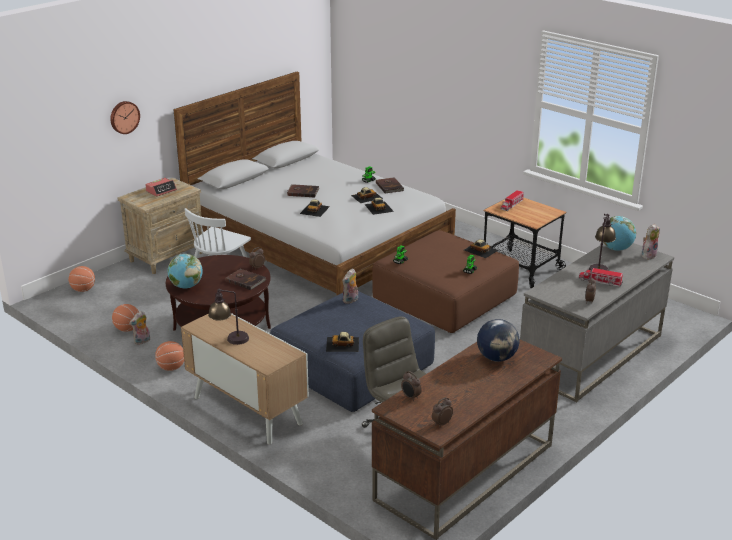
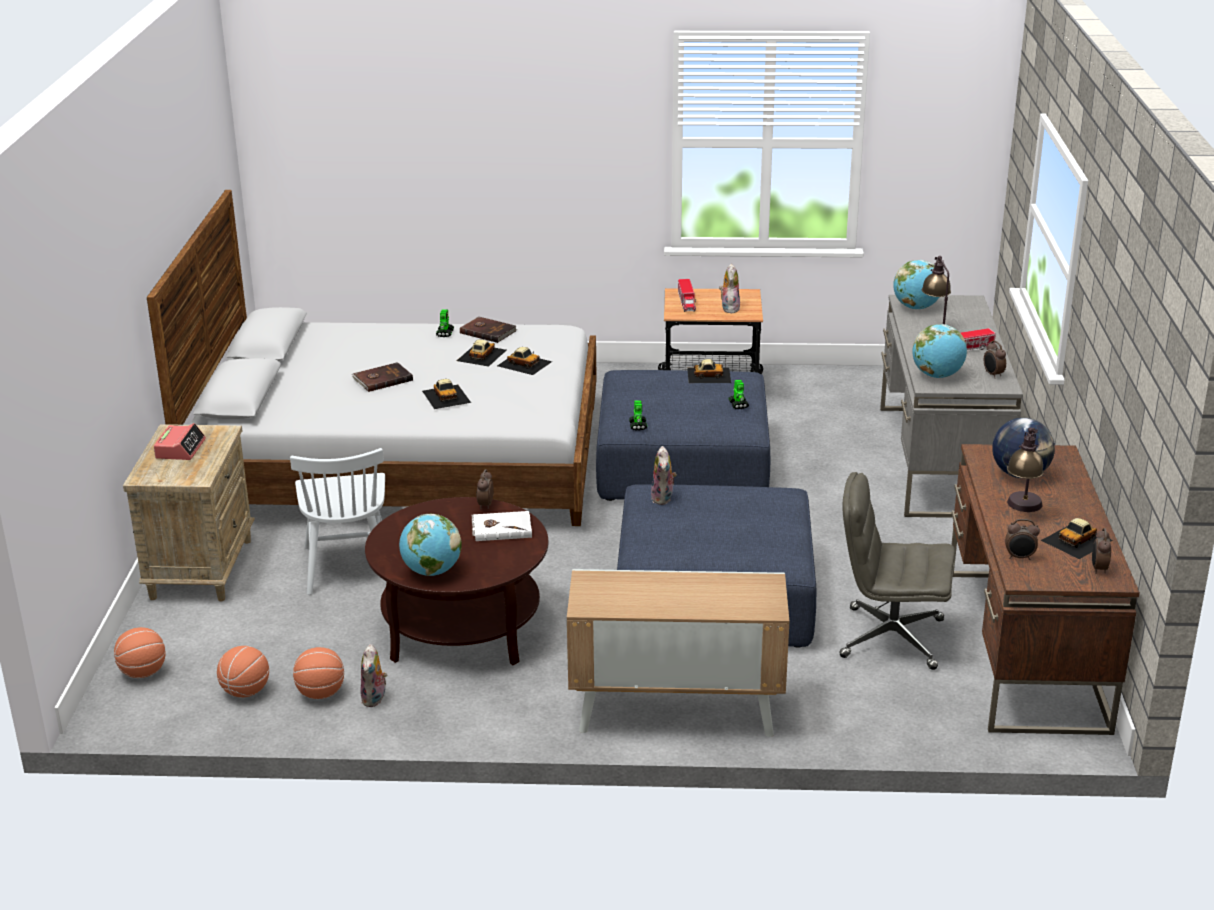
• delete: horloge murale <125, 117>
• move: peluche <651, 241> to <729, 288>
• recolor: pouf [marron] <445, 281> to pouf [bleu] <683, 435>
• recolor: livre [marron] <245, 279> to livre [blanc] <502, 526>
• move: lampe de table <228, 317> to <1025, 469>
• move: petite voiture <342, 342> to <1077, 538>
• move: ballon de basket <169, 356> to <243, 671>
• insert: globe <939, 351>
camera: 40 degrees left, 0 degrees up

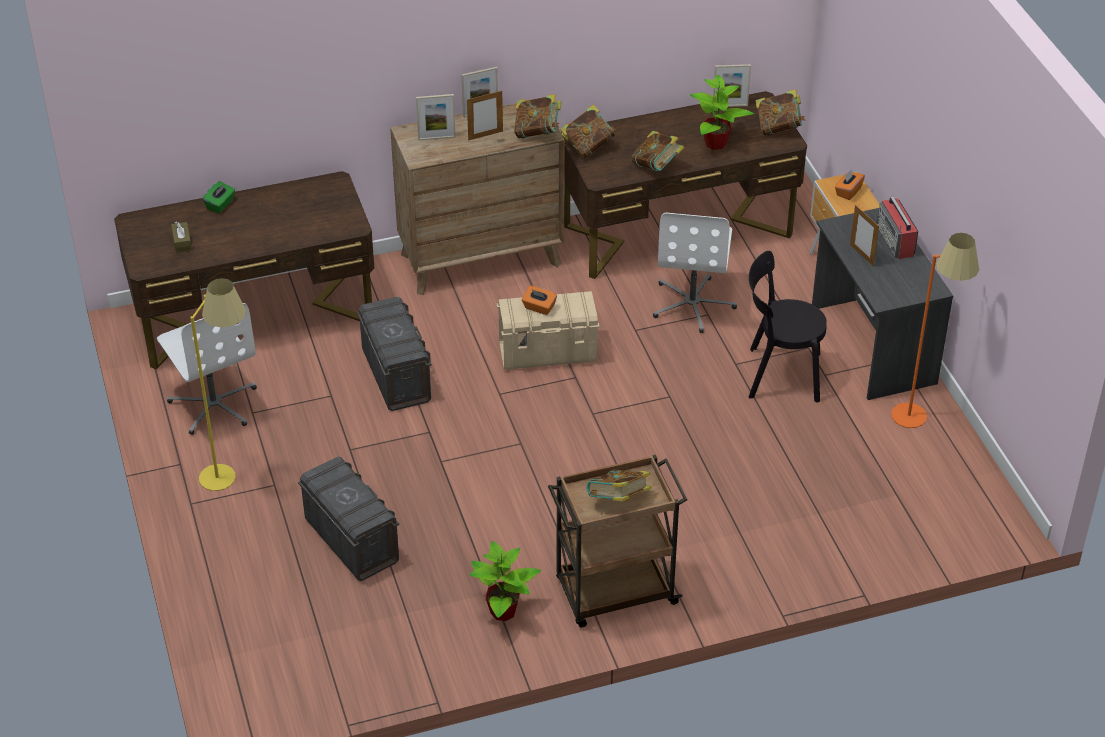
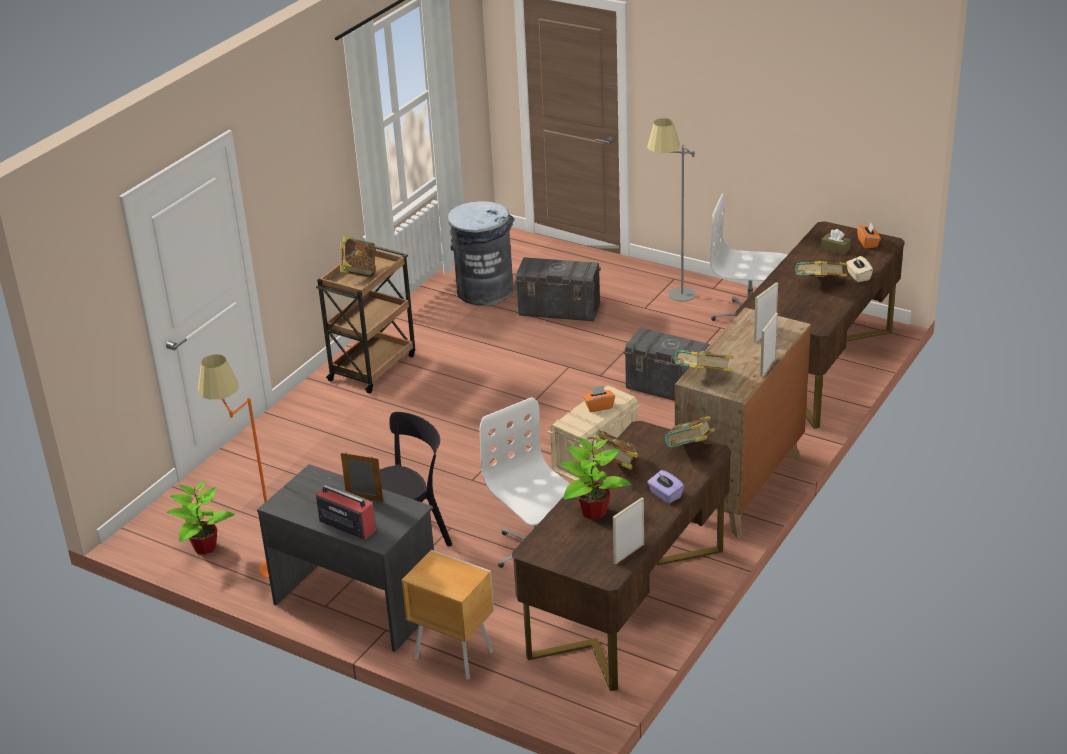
• move: livre <780, 112> to <821, 269>
• delete: cadre photo <485, 115>
• move: boîte à mouchoirs [orange] <850, 184> to <869, 236>
• recolor: boîte à mouchoirs [vert] <219, 197> to boîte à mouchoirs [beige] <859, 269>
• recolor: lampadaire [jaune] <218, 384> to lampadaire [gris] <671, 210>
• move: plante en pot <505, 581> to <201, 517>
• insert: poubelle [gris] <481, 253>
• insert: boîte à mouchoirs [violet] <665, 487>
camera: 140 degrees right, 10 degrees down

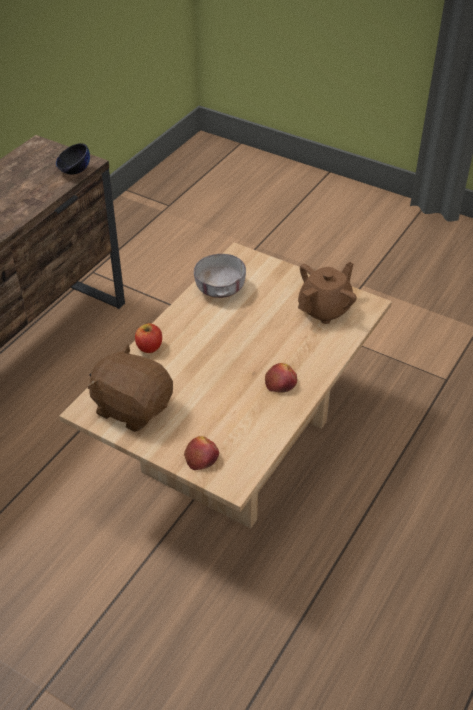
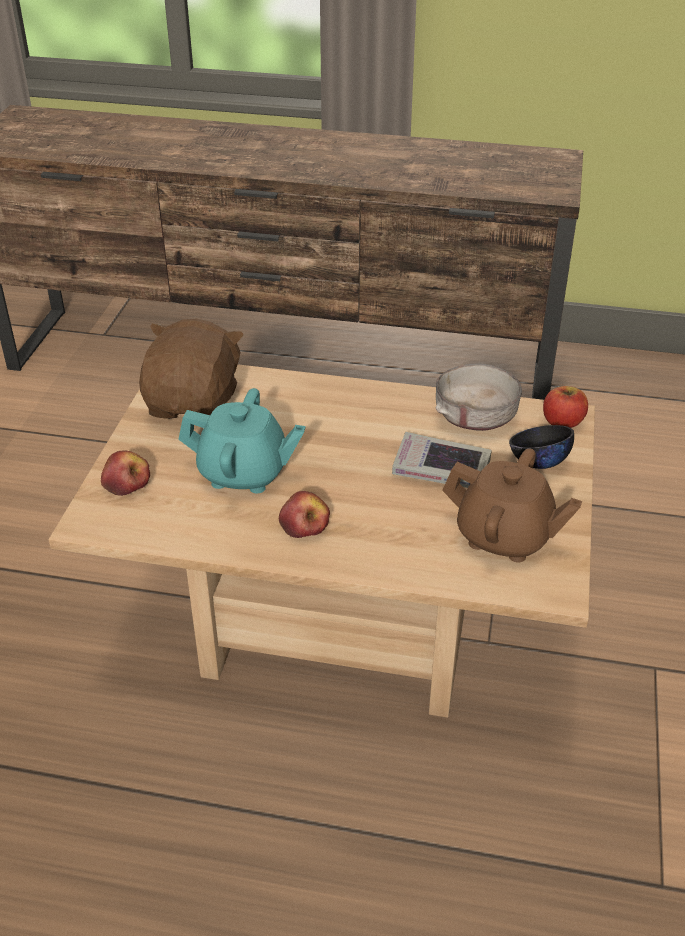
• move: bol [noir] <73, 159> to <541, 447>
• move: pomme <148, 338> to <565, 407>
• insert: théière [turquoise] <242, 440>
• insert: livre <442, 460>
camera: 70 degrees right, 5 degrees down

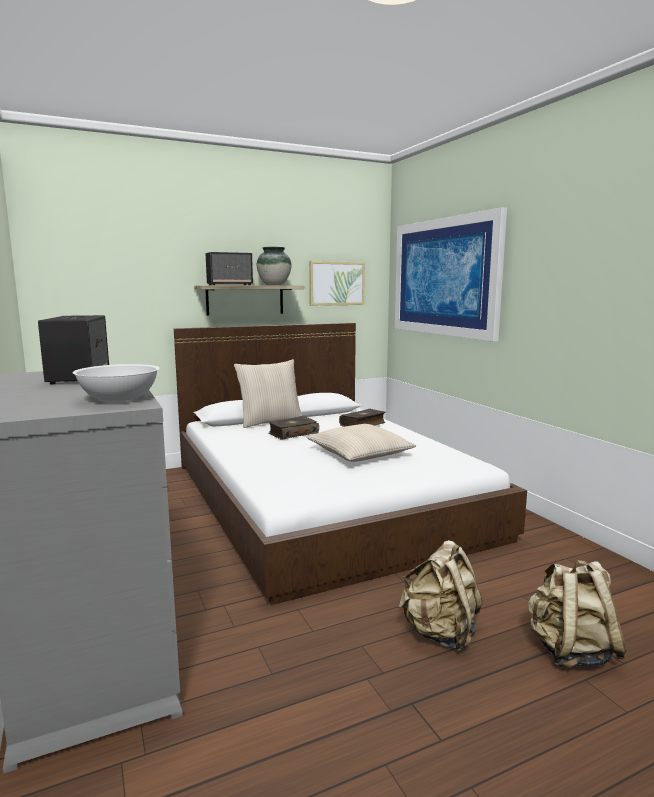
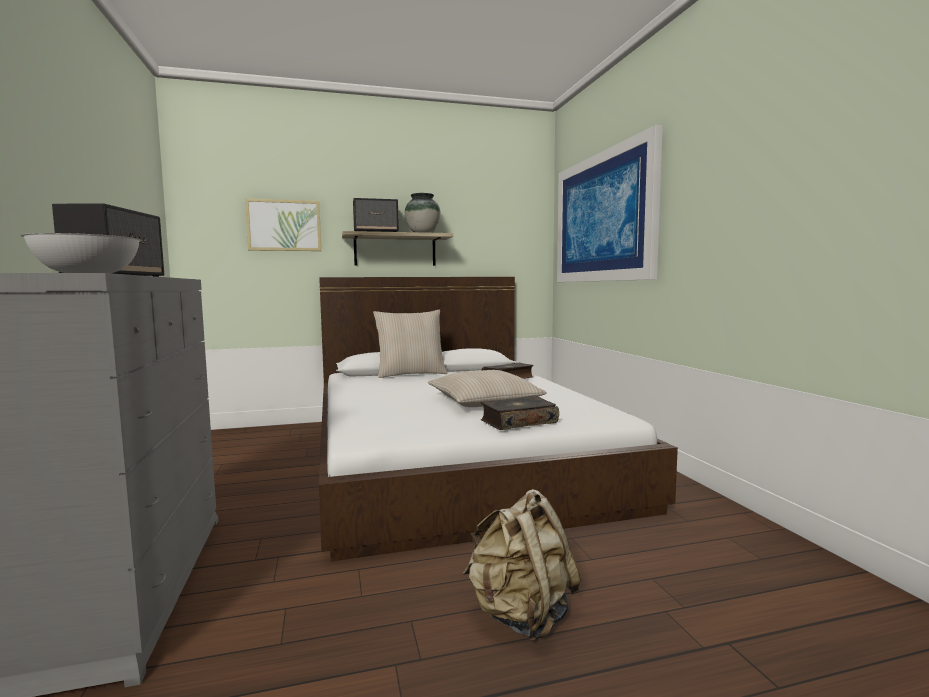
• move: tableau <337, 283> to <283, 224>
• move: livre <294, 428> to <520, 412>
• delete: sac à dos [beige] <577, 614>
camera: 10 degrees right, 5 degrees down

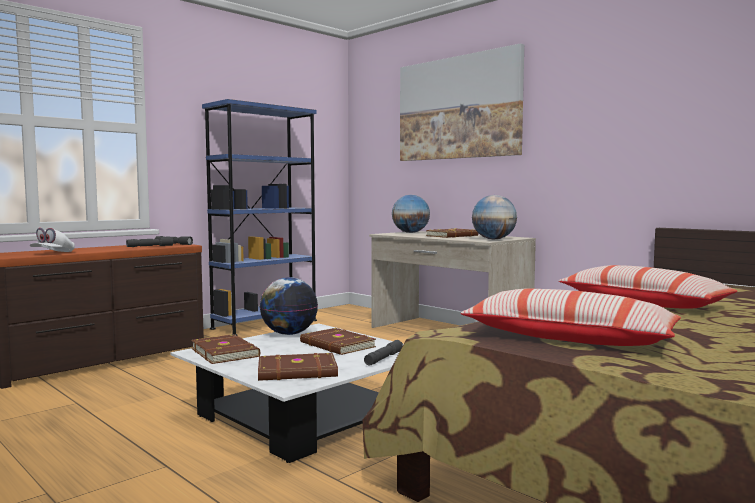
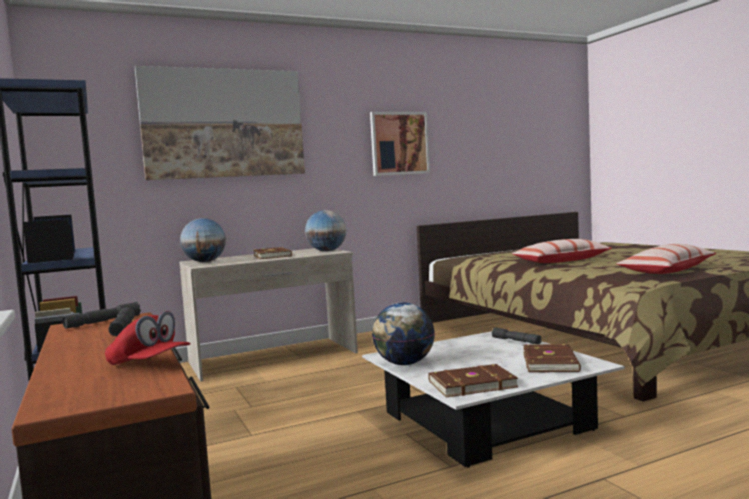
• recolor: casquette [blanc] <52, 240> to casquette [rouge] <148, 338>
• delete: livre [marron] <338, 341>
• insert: tableau <400, 144>
camera: 70 degrees left, 0 degrees up

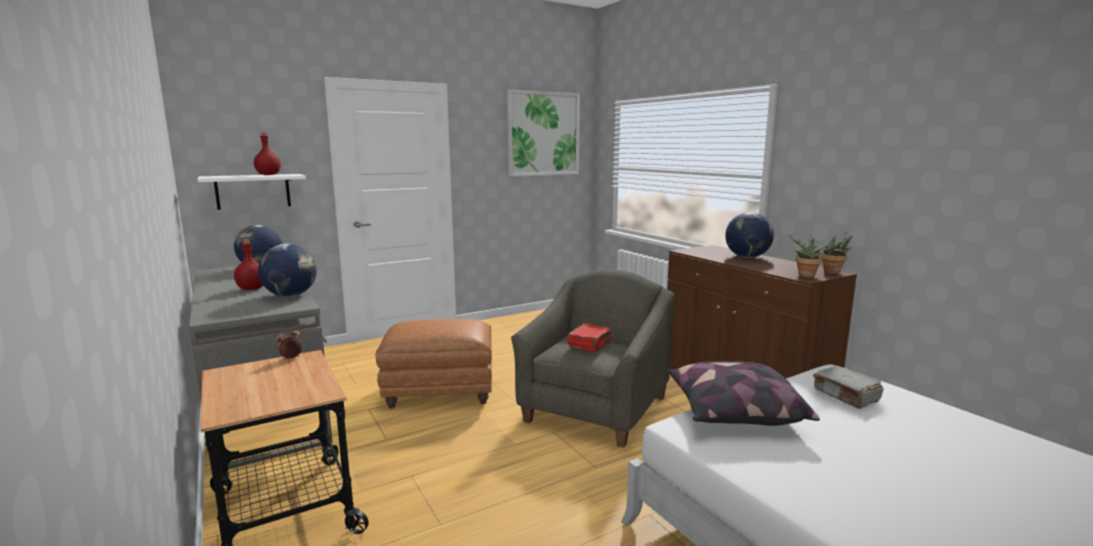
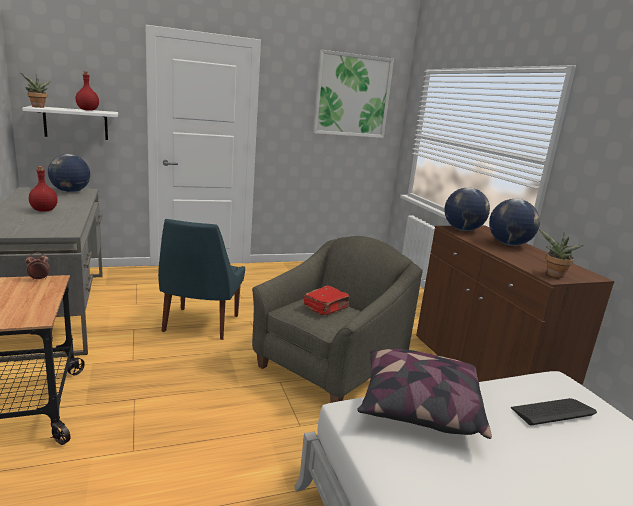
• move: plante en pot <836, 253> to <36, 90>
• move: globe <287, 270> to <467, 209>
• replace: pouf [marron] <433, 364> to chaise [bleu] <201, 279>
• replace: livre [gris] <848, 387> to clavier <554, 412>
camera: 10 degrees right, 5 degrees up

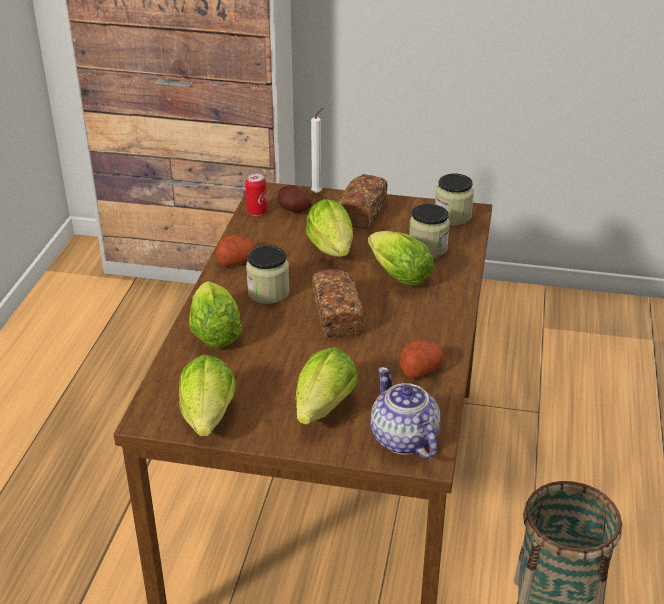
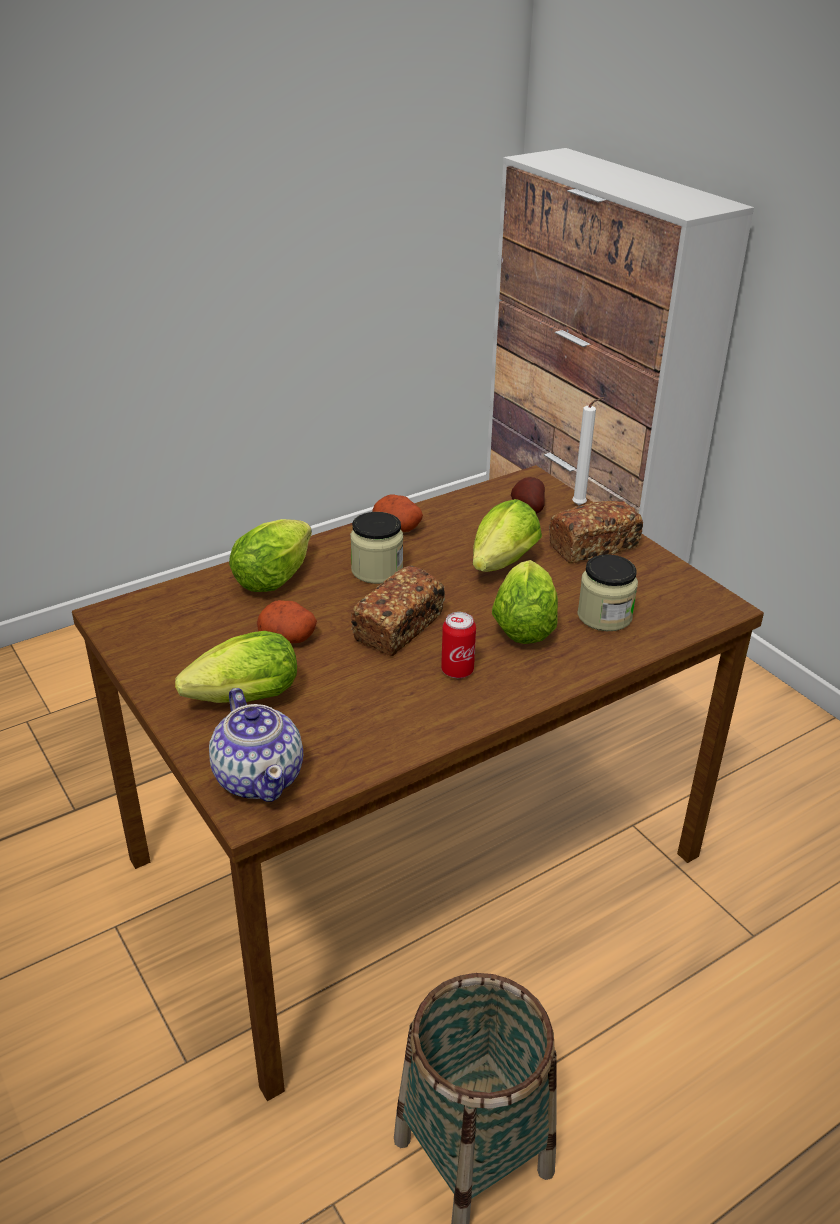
• move: boîte métallique <256, 194> to <458, 645>
• delete: bocal <454, 199>
• move: pomme de terre <421, 359> to <287, 621>
• delete: laitue <207, 395>
• rotate: théière <405, 413> = <256, 745> 135 degrees clockwise
camera: 45 degrees right, 0 degrees up

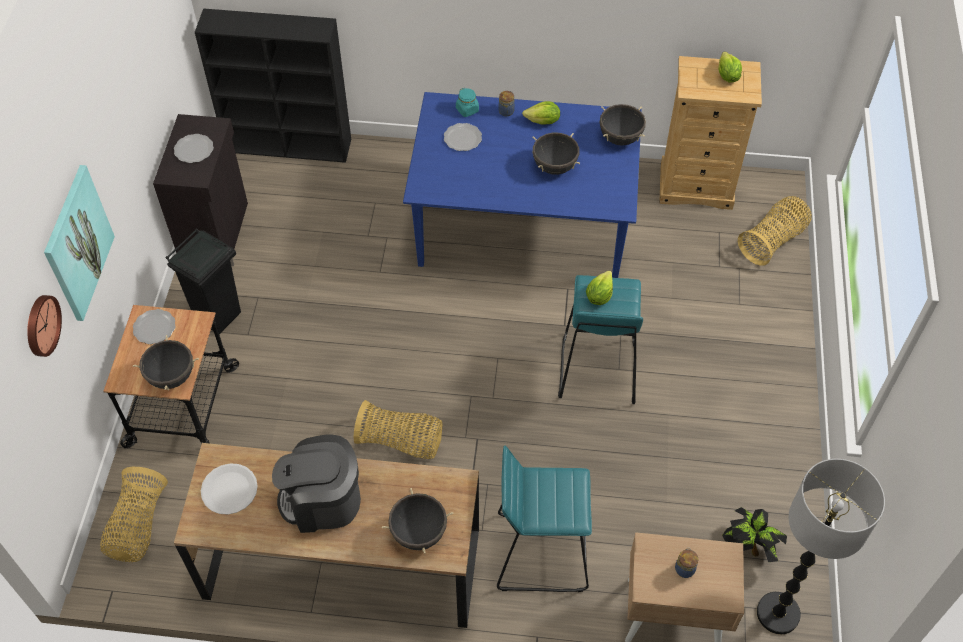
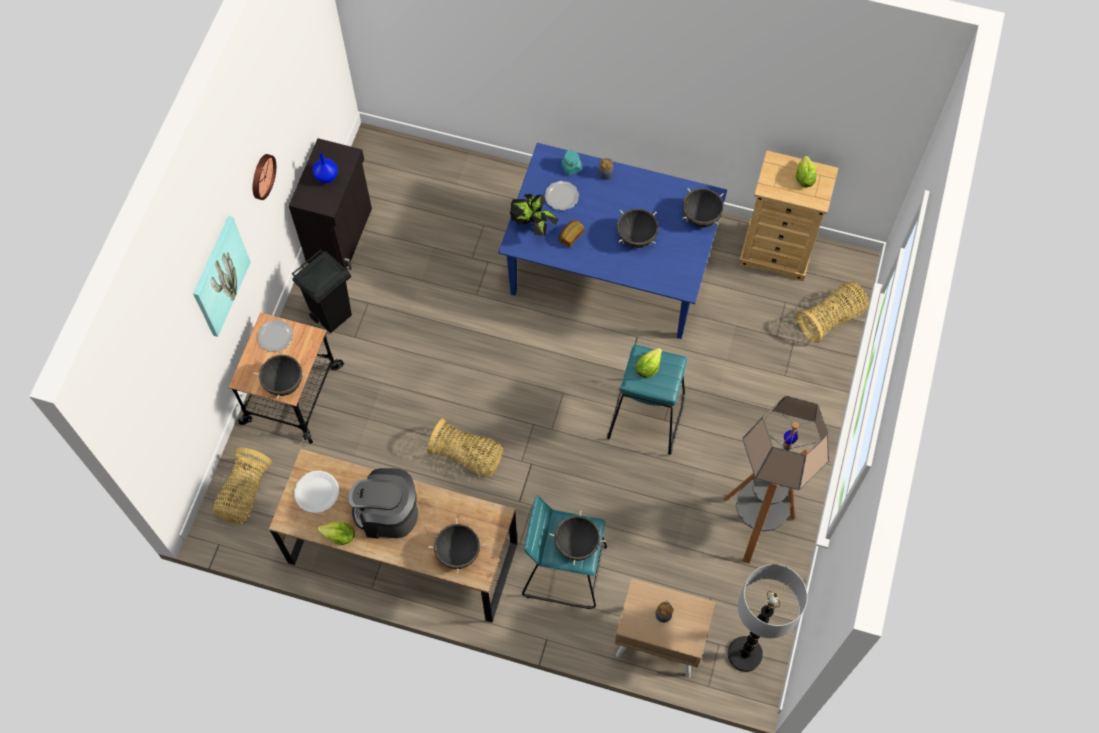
• delete: bibliothèque [noir] <273, 85>
• move: laitue <541, 113> to <336, 533>
• replace: assiette <194, 148> to vase [bleu] <325, 168>
• move: horloge murale <44, 326> to <264, 177>
• move: plante en pot <754, 534> to <534, 215>
• insert: pain <571, 233>
• insert: lampadaire <776, 480>
• insert: marmite [noir] <577, 538>
camera: 10 degrees right, 10 degrees up

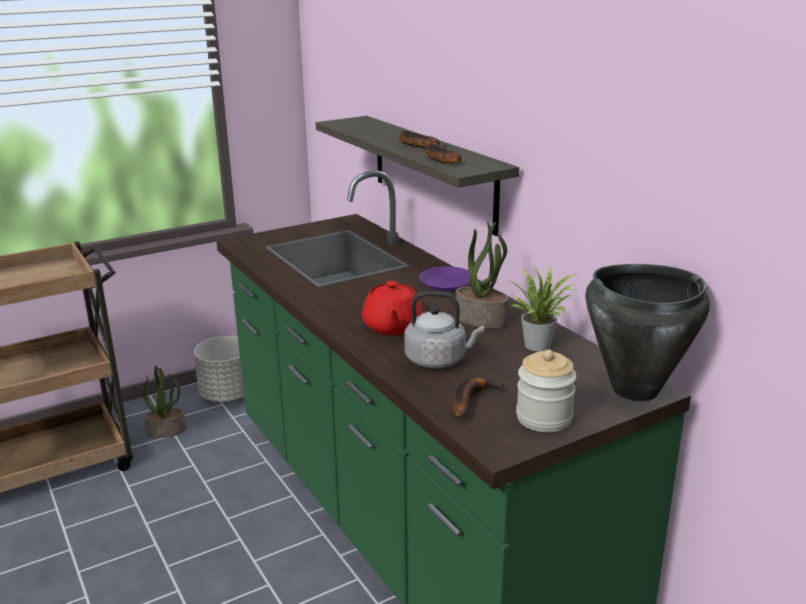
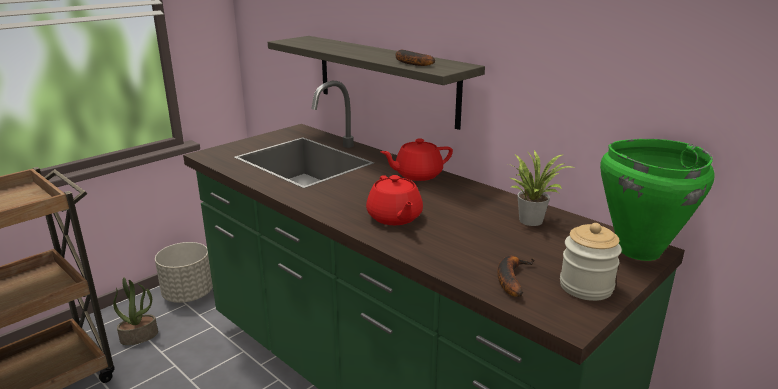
• delete: banane <419, 139>
• delete: plante en pot <482, 275>
• recolor: marmite [noir] <648, 333> to marmite [vert] <657, 200>
• replace: assiette [violet] <444, 279> to théière [rouge] <416, 159>
• delete: bouilloire [gris] <444, 329>
camera: 15 degrees left, 0 degrees up

